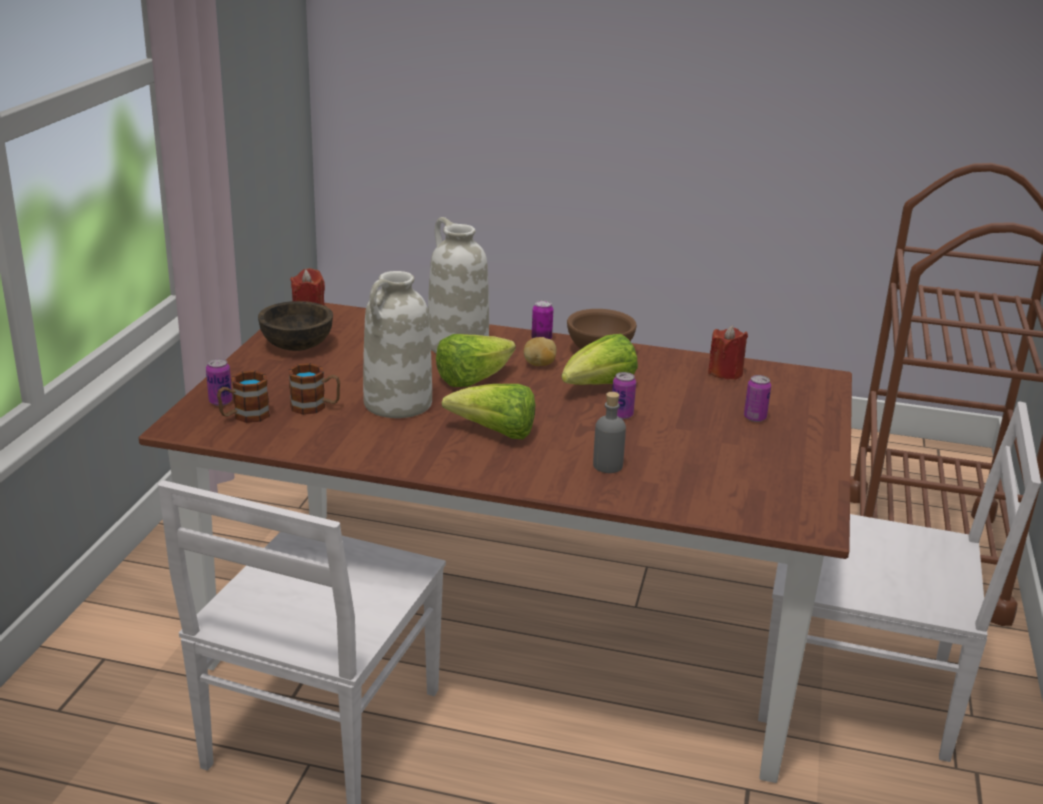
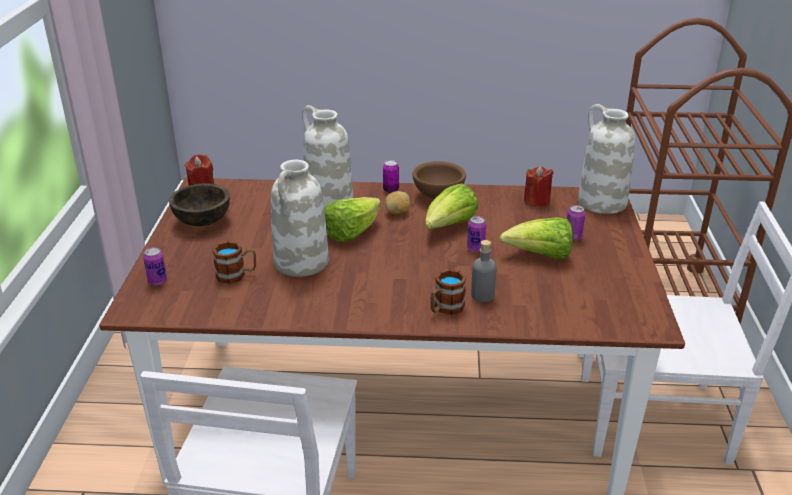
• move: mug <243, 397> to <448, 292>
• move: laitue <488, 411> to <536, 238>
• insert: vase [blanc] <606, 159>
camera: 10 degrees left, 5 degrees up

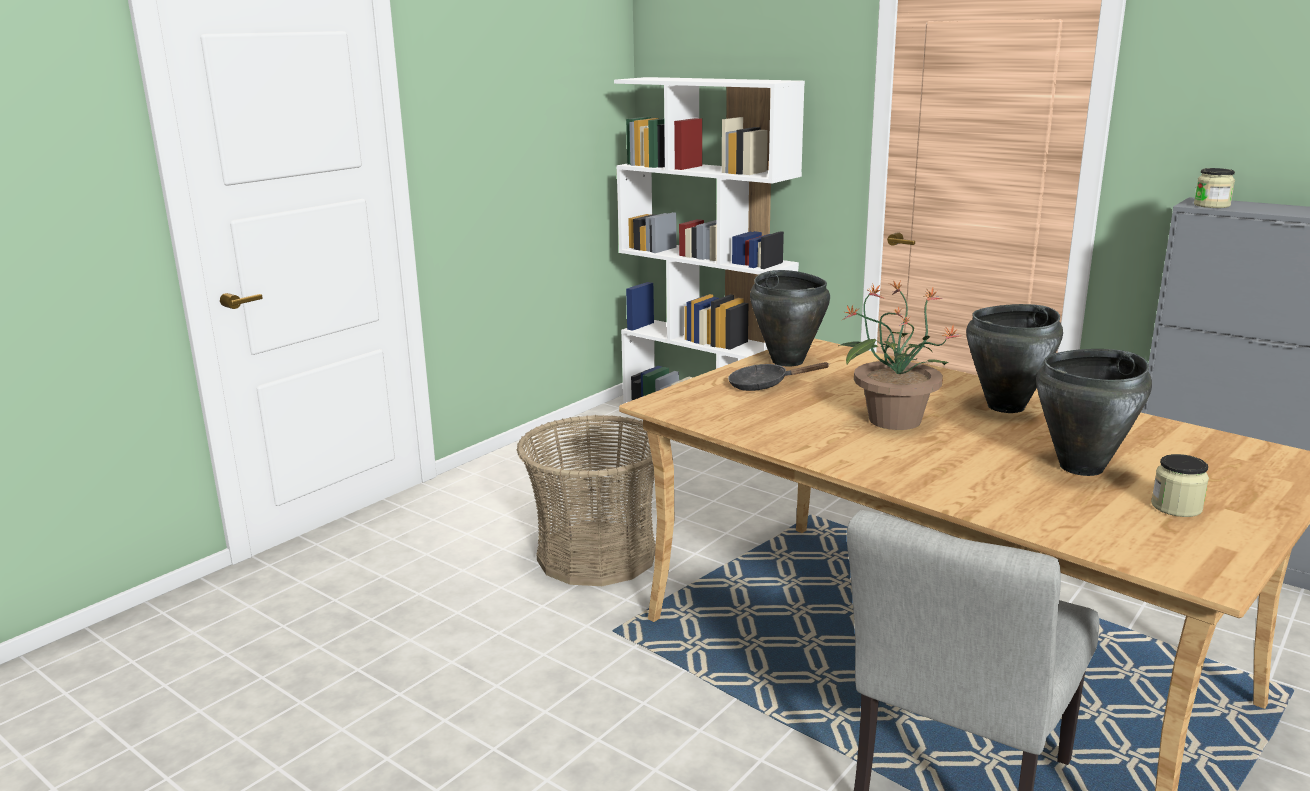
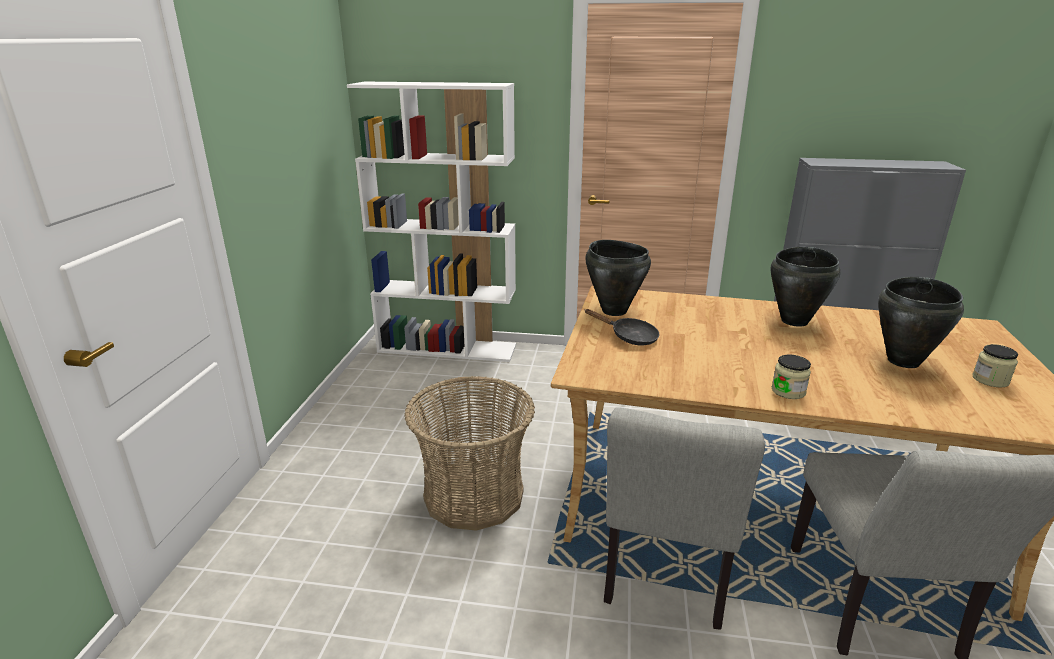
• move: bocal <1214, 188> to <791, 377>
• delete: plante en pot <899, 355>
• rotate: poêle [noir] <779, 376> = <622, 327> 120 degrees counterclockwise
• insert: chaise [gris] <684, 518>
camera: 30 degrees left, 5 degrees up

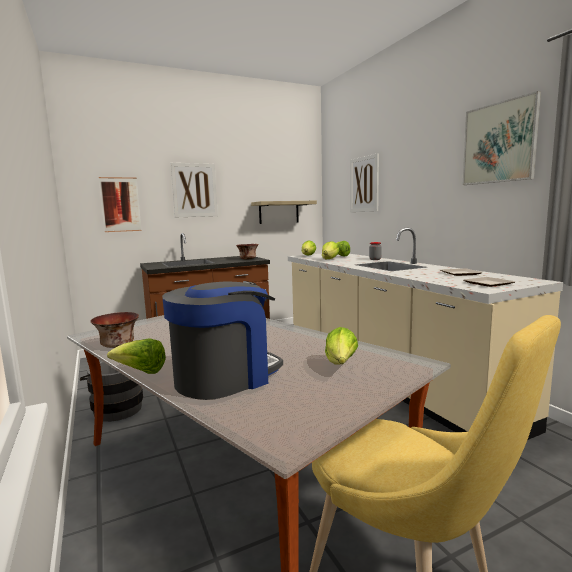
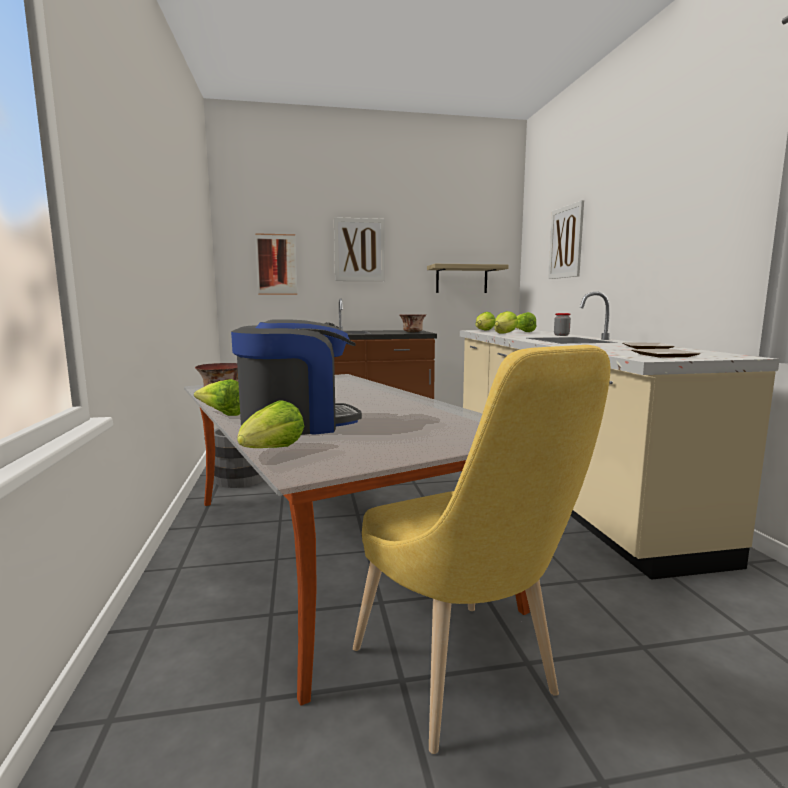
• delete: tableau <502, 138>
• move: laitue <341, 345> to <270, 424>
camera: 15 degrees right, 0 degrees up

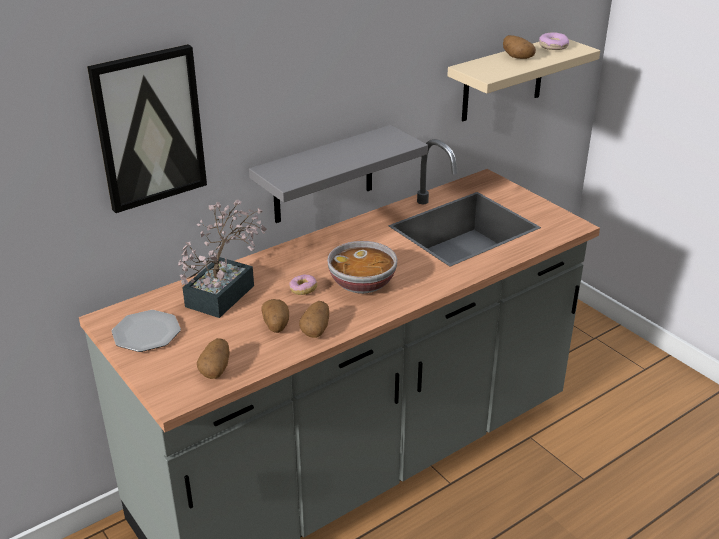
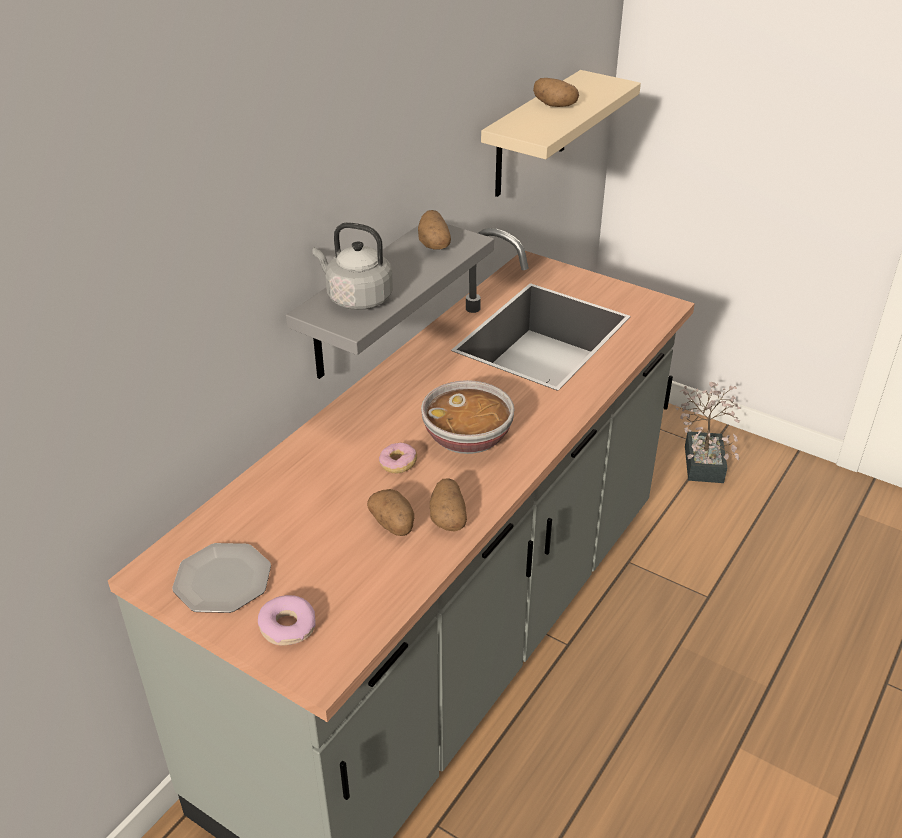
• move: beignet <554, 41> to <287, 620>
• delete: tableau <147, 128>
• move: plante en pot <222, 259> to <708, 432>
• move: pomme de terre <213, 358> to <434, 230>
• insert: bouilloire [gris] <352, 266>
camera: 20 degrees left, 5 degrees up

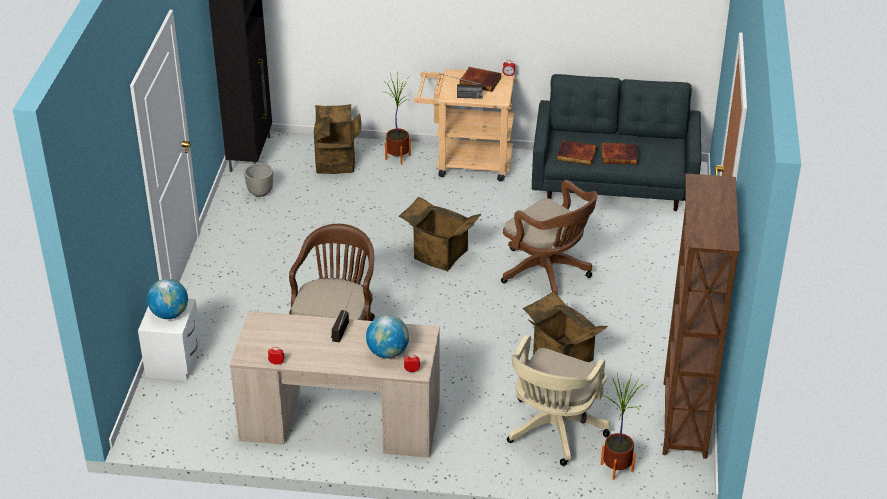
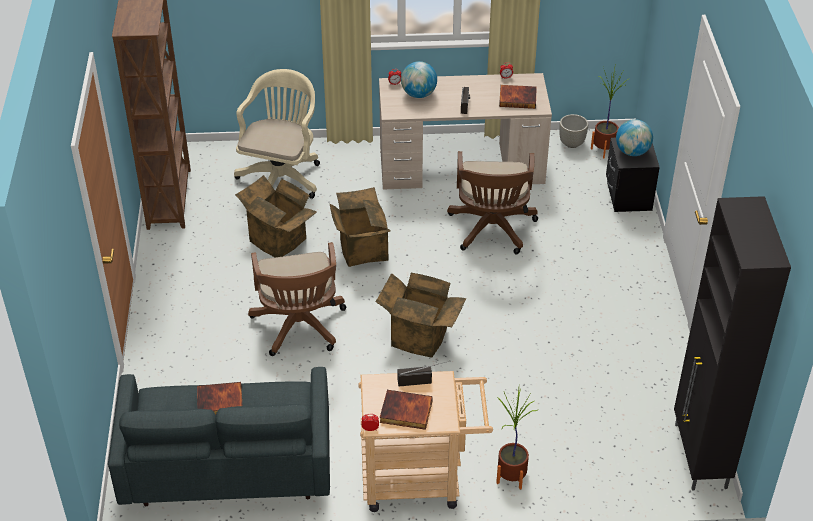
• move: carton <337, 139> to <360, 227>
• move: livre <577, 152> to <518, 97>
• move: cache-pot [gris] <258, 180> to <573, 131>
• rotate: chaise de bureau [marron] <549, 237> = <297, 299> 135 degrees counterclockwise
• recolor: table de chevet [blanc] <169, 340> to table de chevet [noir] <633, 175>
• move: plante en pot <622, 426> to <609, 113>
camera: 170 degrees right, 5 degrees up

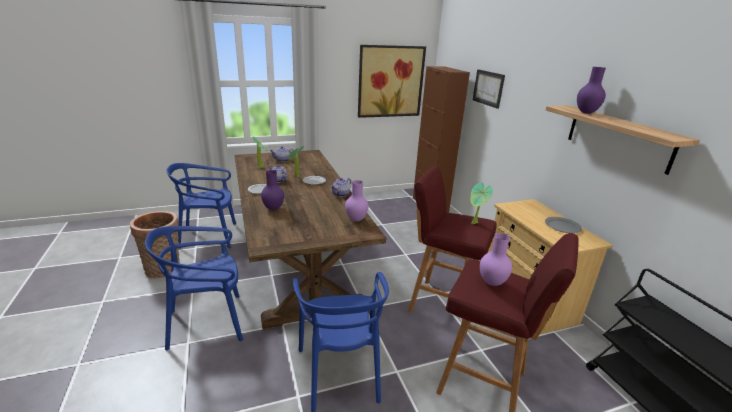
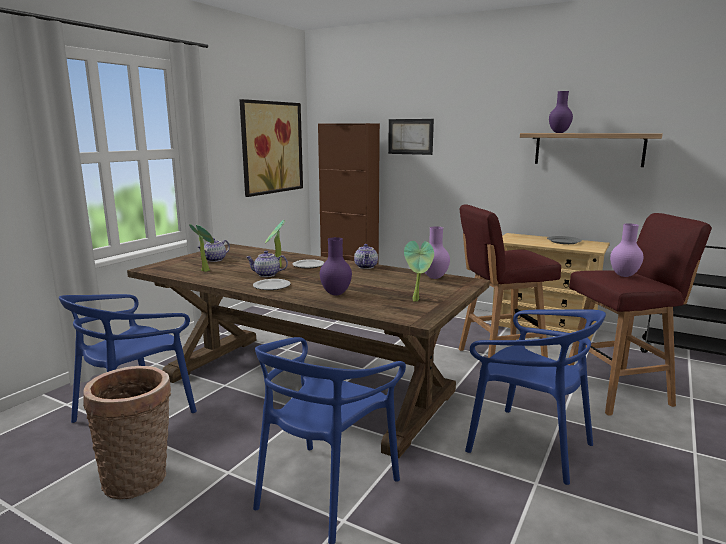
• move: plante en pot <481, 203> to <419, 271>
camera: 40 degrees left, 10 degrees down

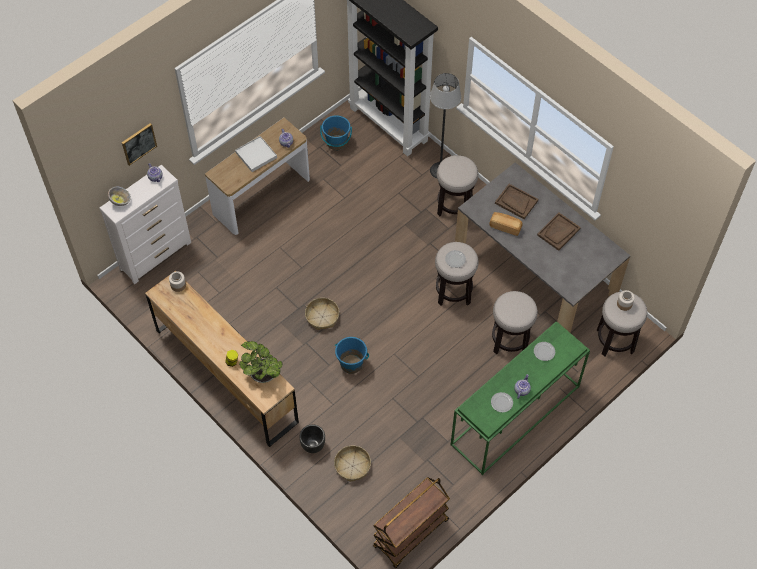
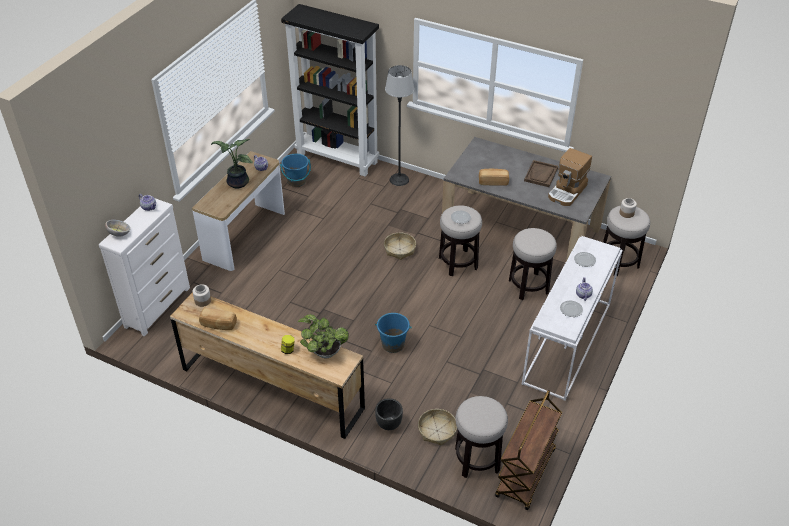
• delete: tableau <139, 144>
• replace: plateau [blanc] <256, 154> to plante en pot <232, 163>
• move: tabouret <457, 185> to <481, 437>
• delete: plateau [marron] <516, 201>
• move: panier <322, 314> to <400, 246>
• recolor: table console [vert] <520, 398> to table console [blanc] <572, 318>
• insert: machine à café <570, 177>
• insert: pain <218, 319>
camera: 20 degrees left, 15 degrees down

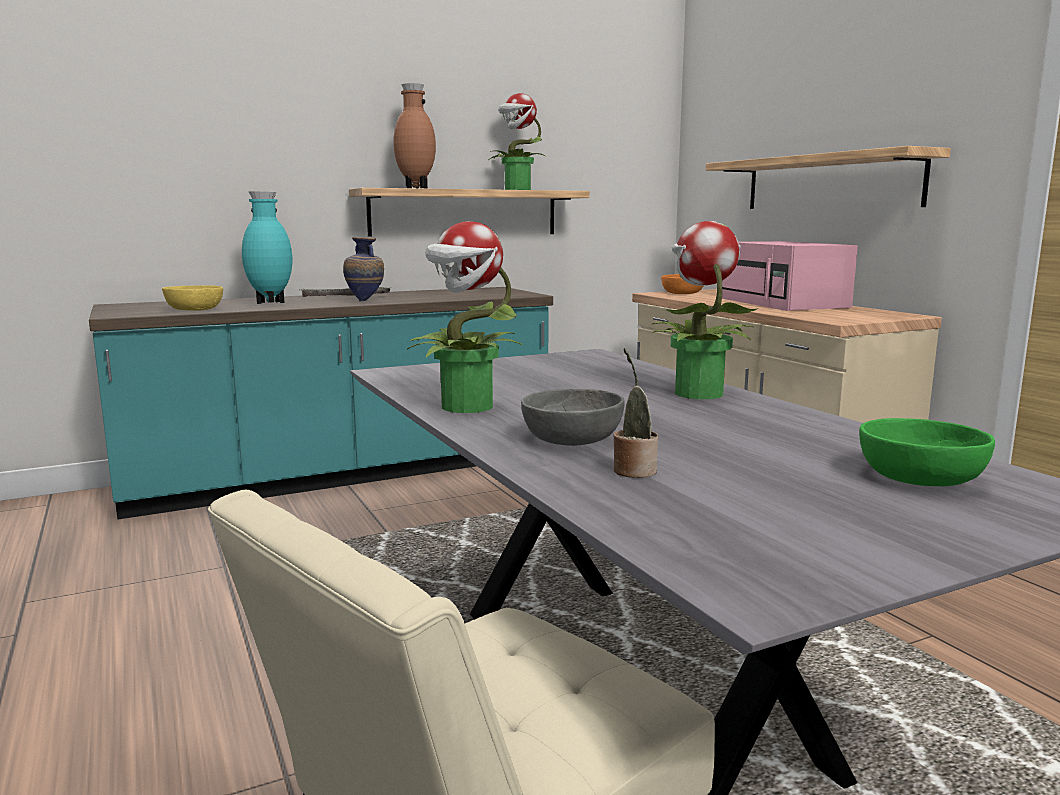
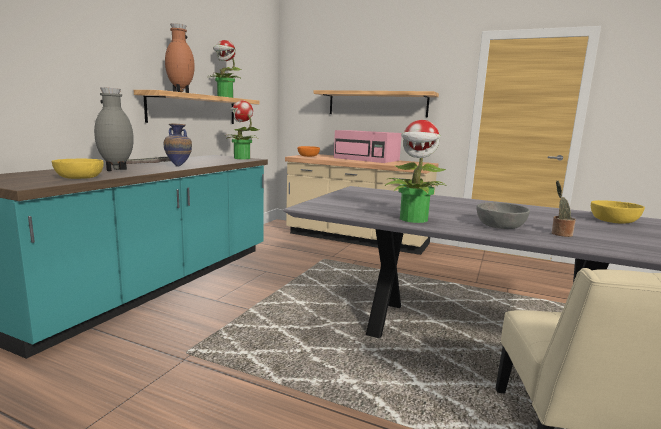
• recolor: vase [turquoise] <267, 248> to vase [gris] <114, 129>
• move: plante en pot <704, 310> to <243, 129>
• recolor: bol [vert] <927, 452> to bol [jaune] <618, 212>
camera: 40 degrees left, 0 degrees up

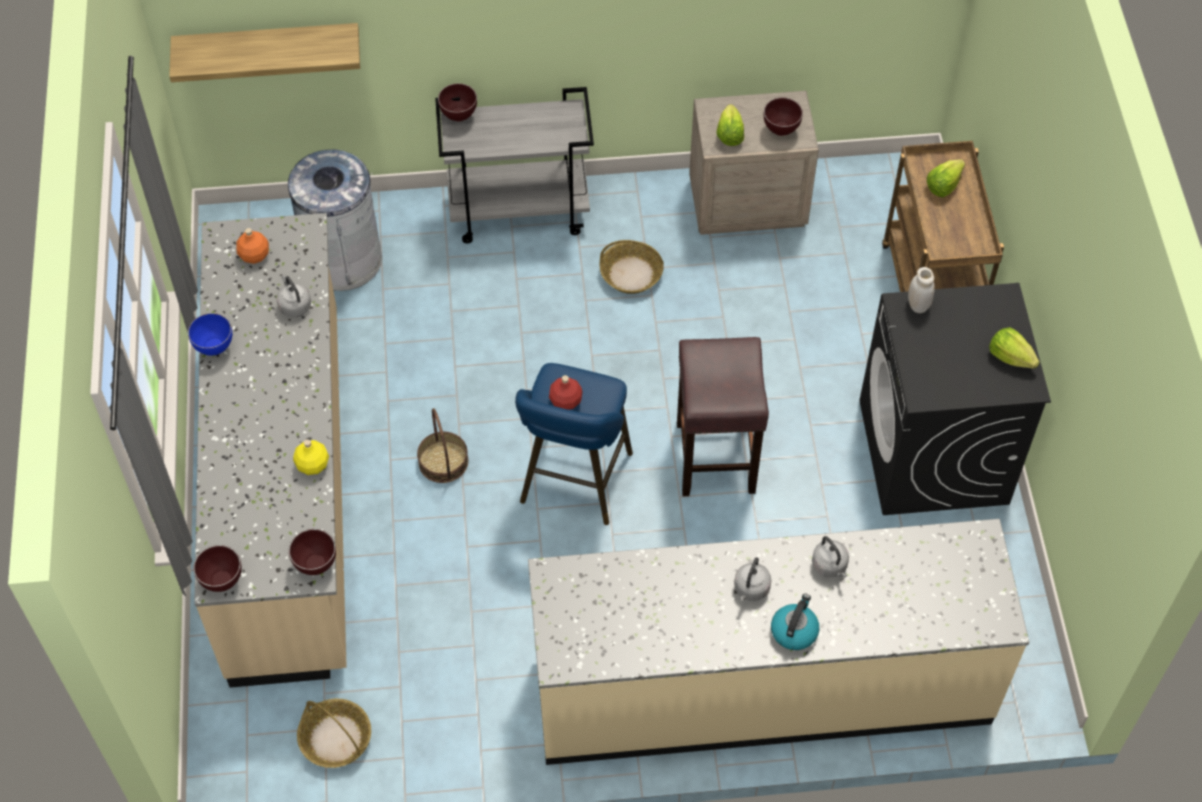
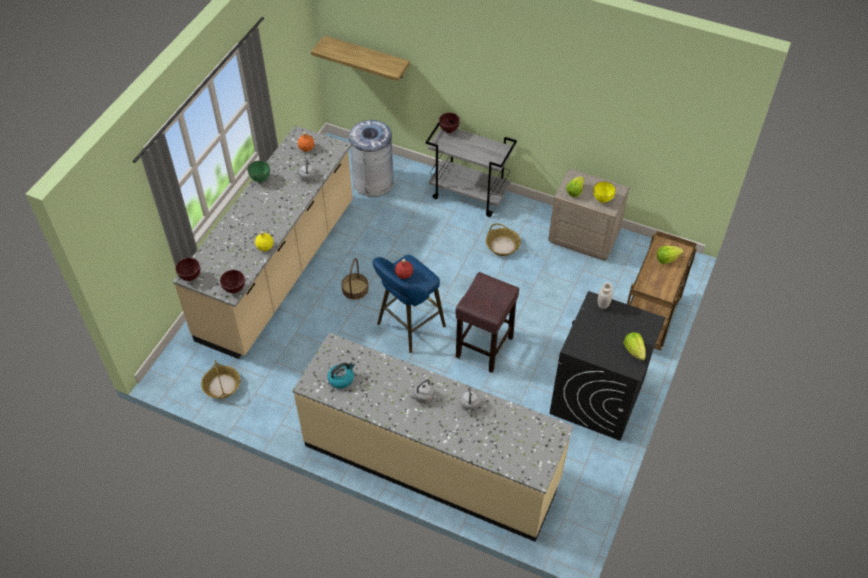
• recolor: bol [marron] <783, 116> to bol [jaune] <604, 192>
• recolor: bol [bleu] <210, 334> to bol [vert] <258, 171>
• move: bouilloire <795, 622> to <341, 375>
camera: 30 degrees right, 5 degrees down

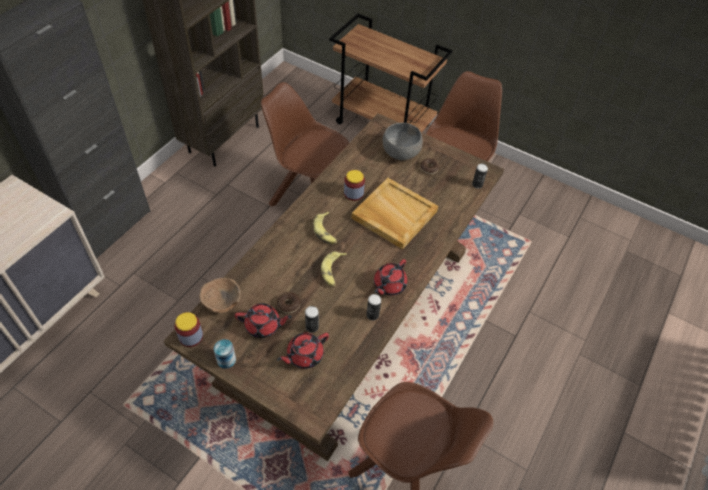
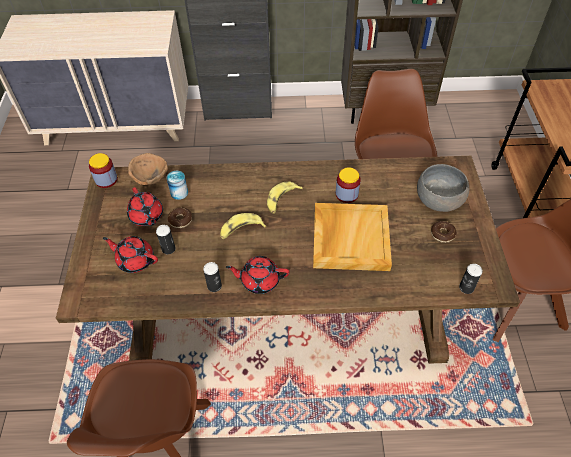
• move: boîte métallique <225, 354> to <177, 185>
camera: 60 degrees right, 0 degrees up

